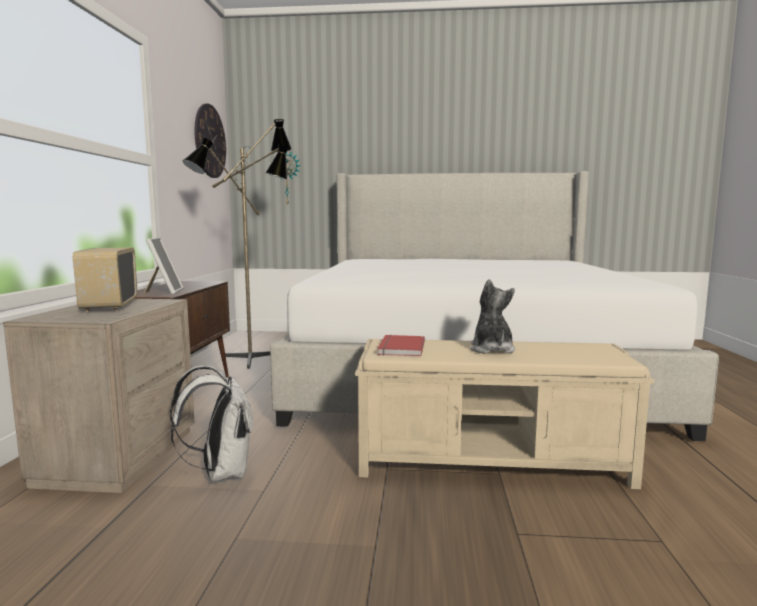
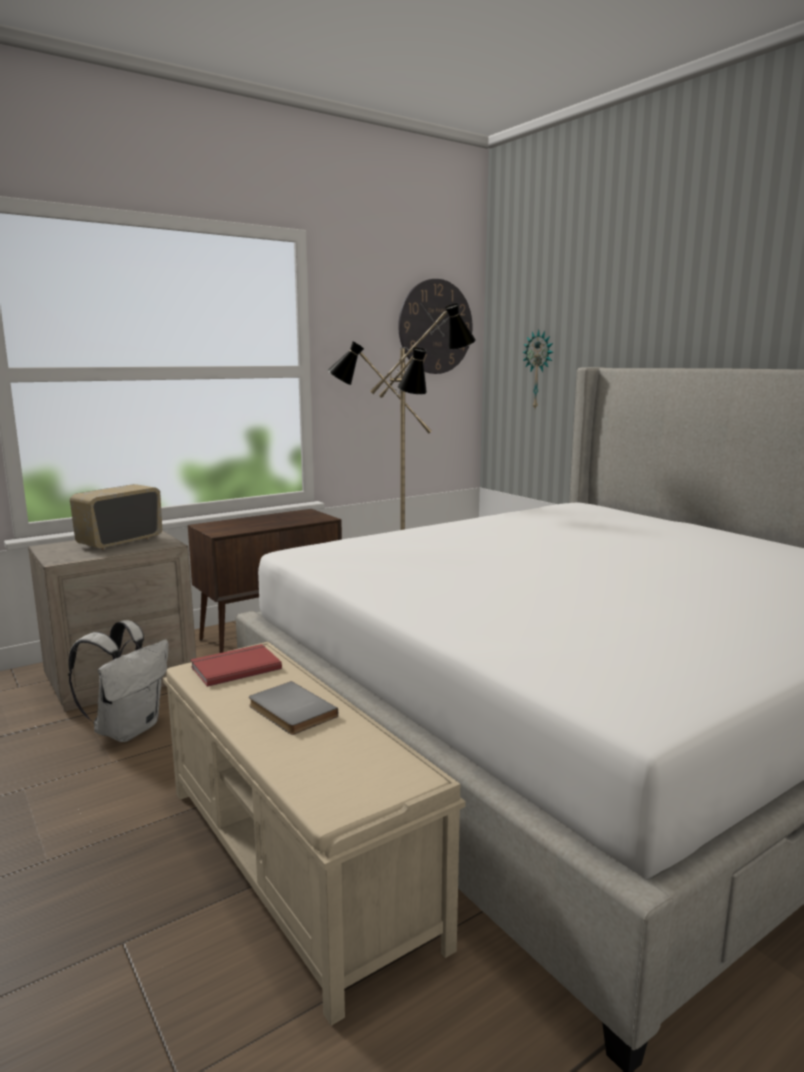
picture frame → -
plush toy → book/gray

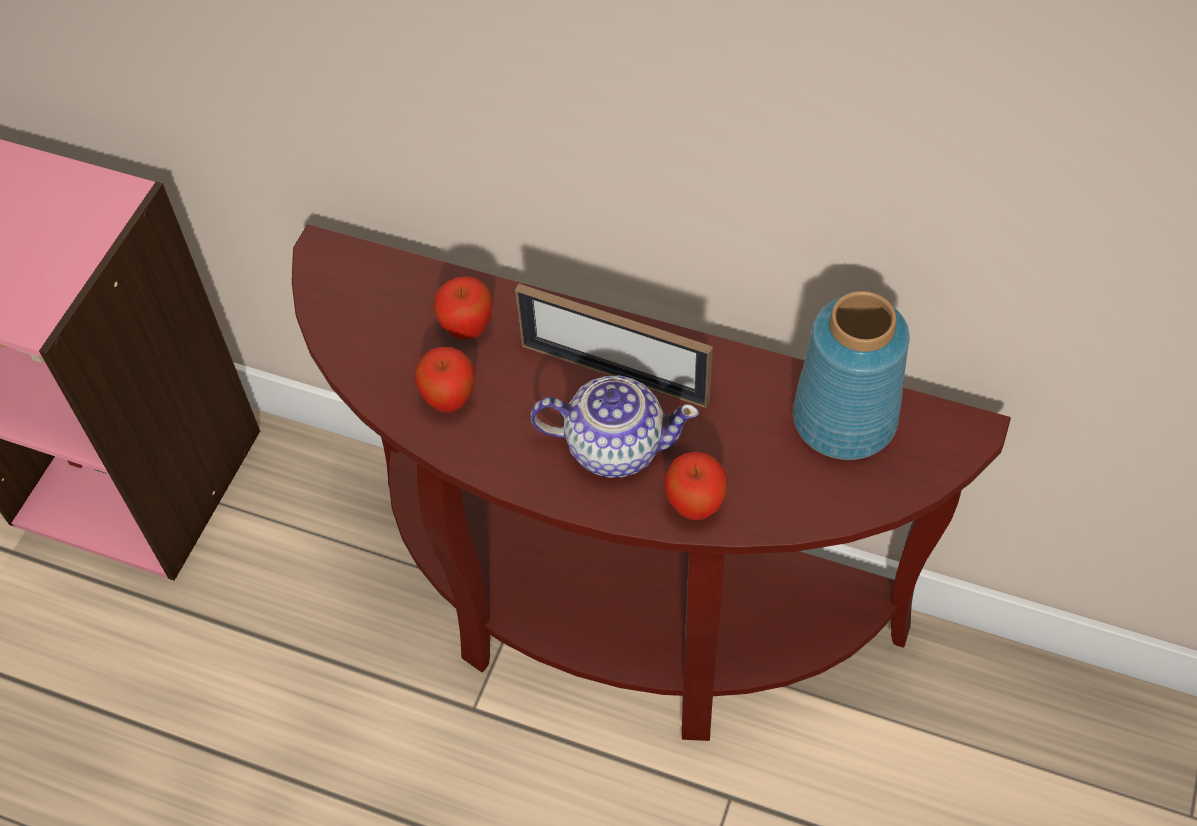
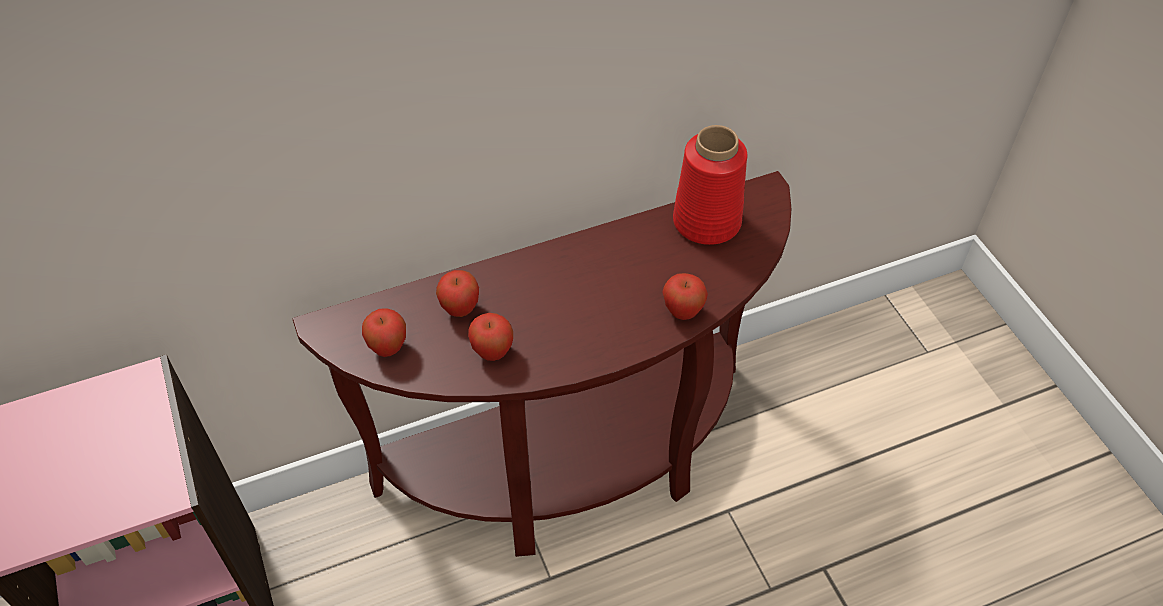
picture frame → -
tea pot → -
- → apple (1st from left)
flower vase/blue-coloured → flower vase/reddish

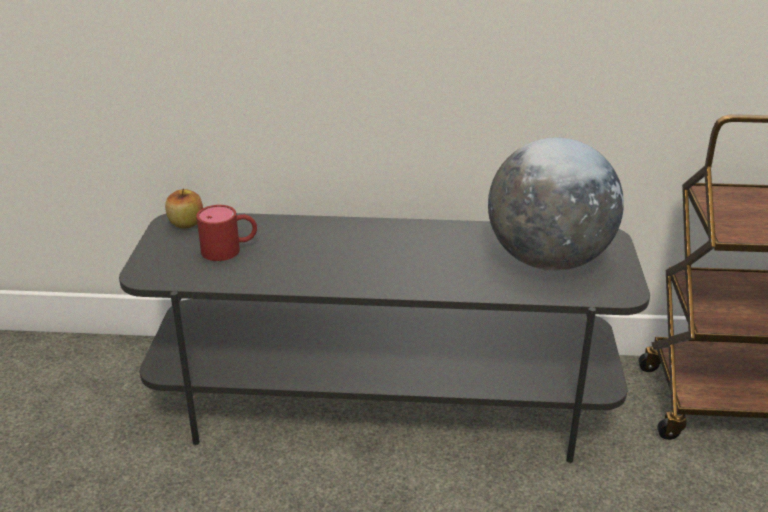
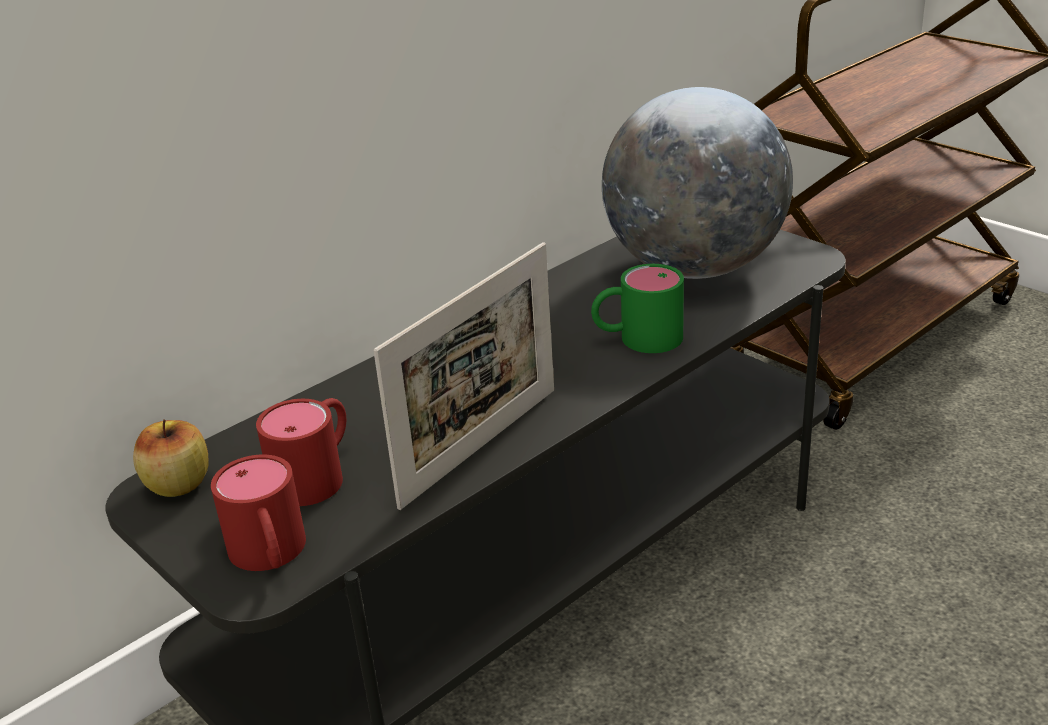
- → tea mug/reddish (1st from left)
- → picture frame
- → tea mug/green

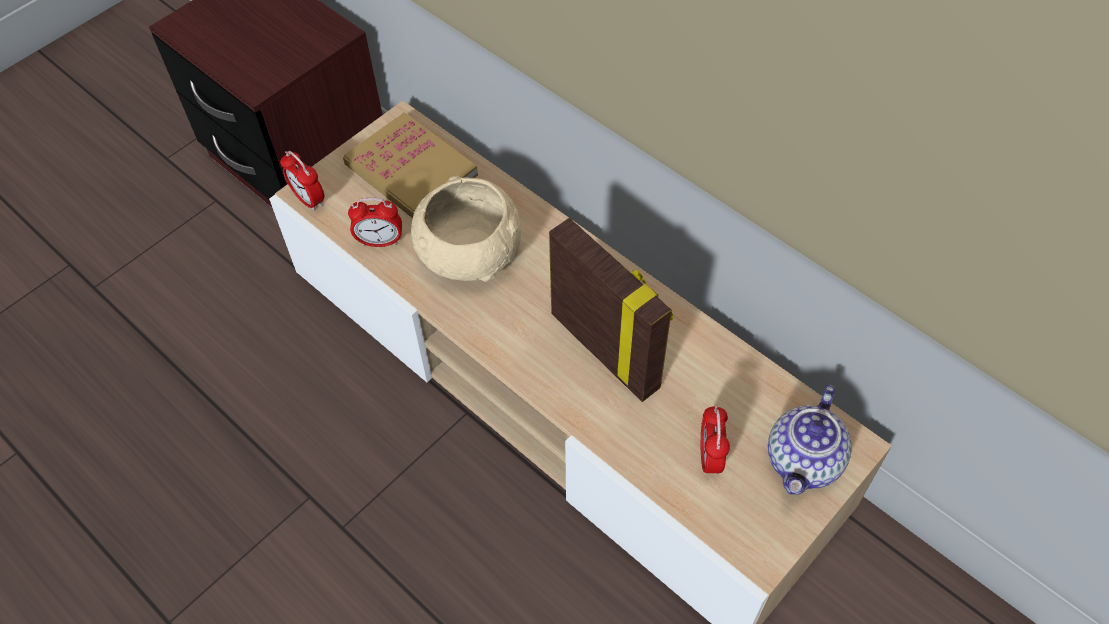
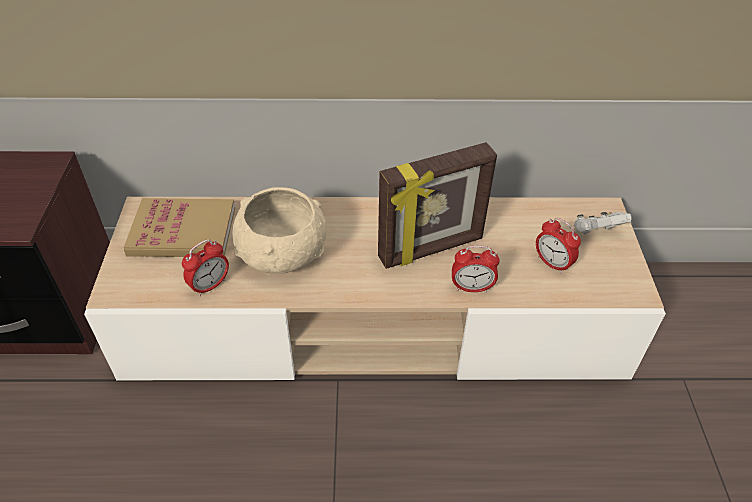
table clock (1st from left in the first image) → table clock (2nd from left), moved
tea pot → gamepad/white-coloured
picture frame, 150 degrees clockwise

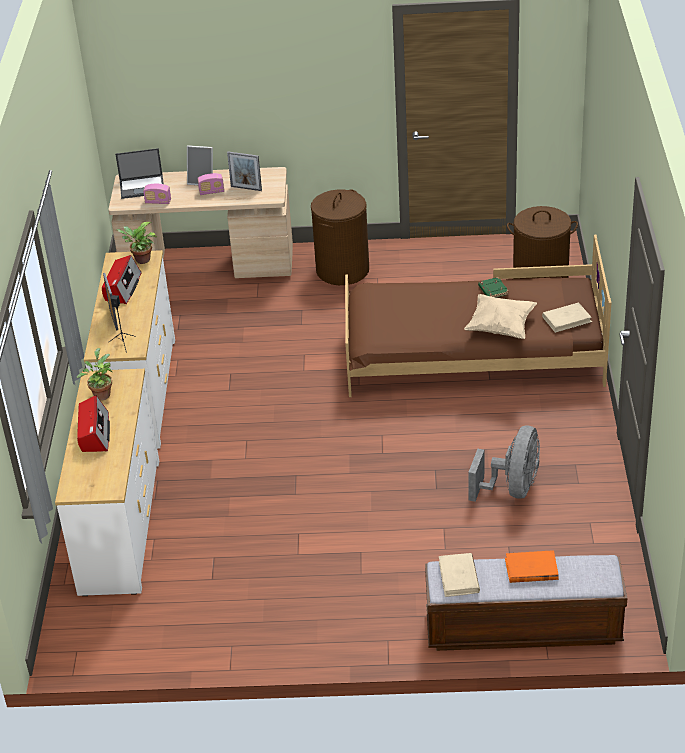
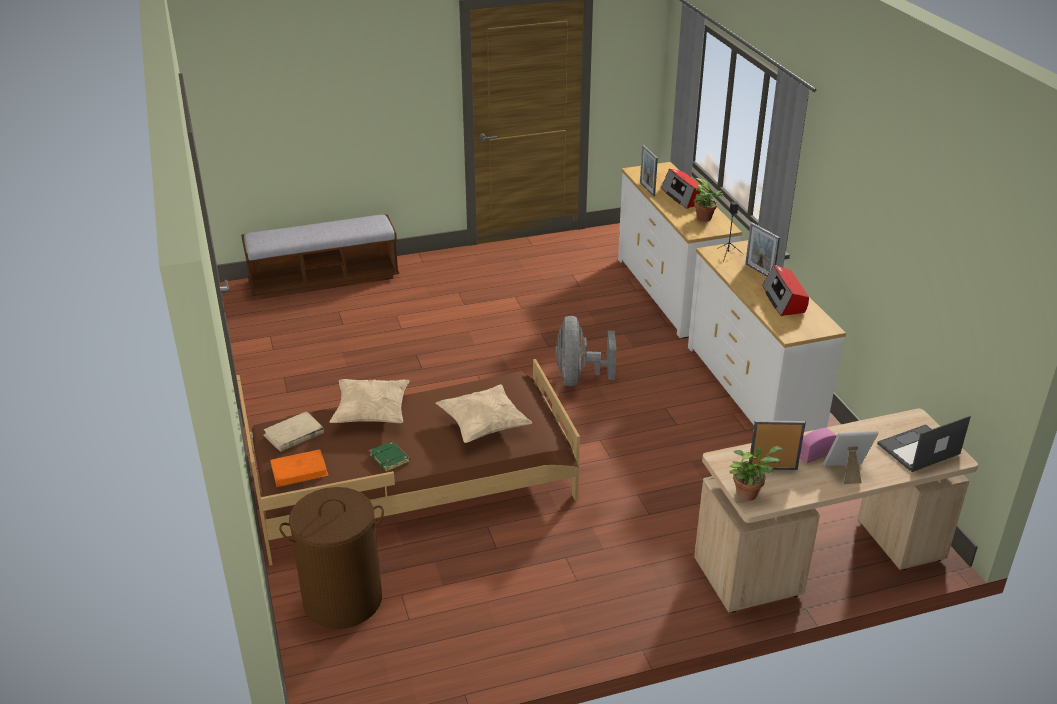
radio (3rd from left) → -
hamper/brown (1st from left) → -
book/beige-coloured (1st from left) → -
- → throw pillow/beige-coloured (2nd from left)
- → picture frame (1st from left)
plant in a pot (2nd from left), moved
fan/gray, moved
book/orange, moved

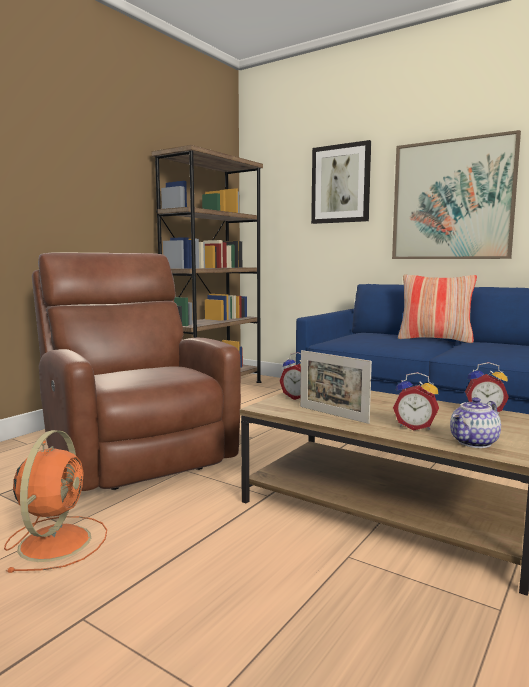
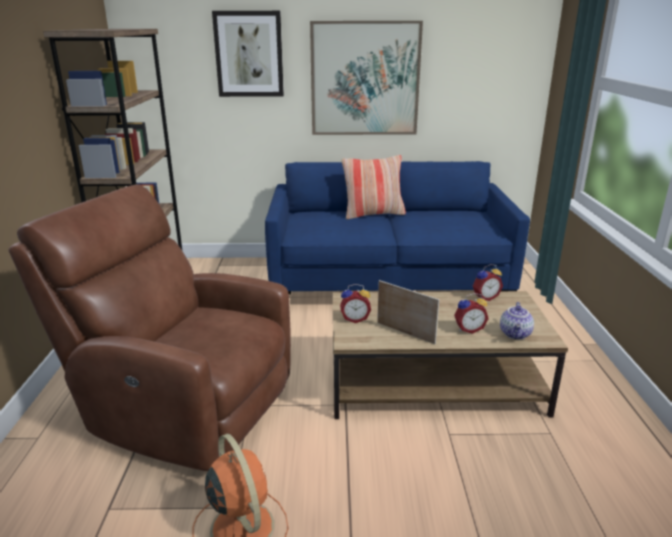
picture frame, 150 degrees counterclockwise

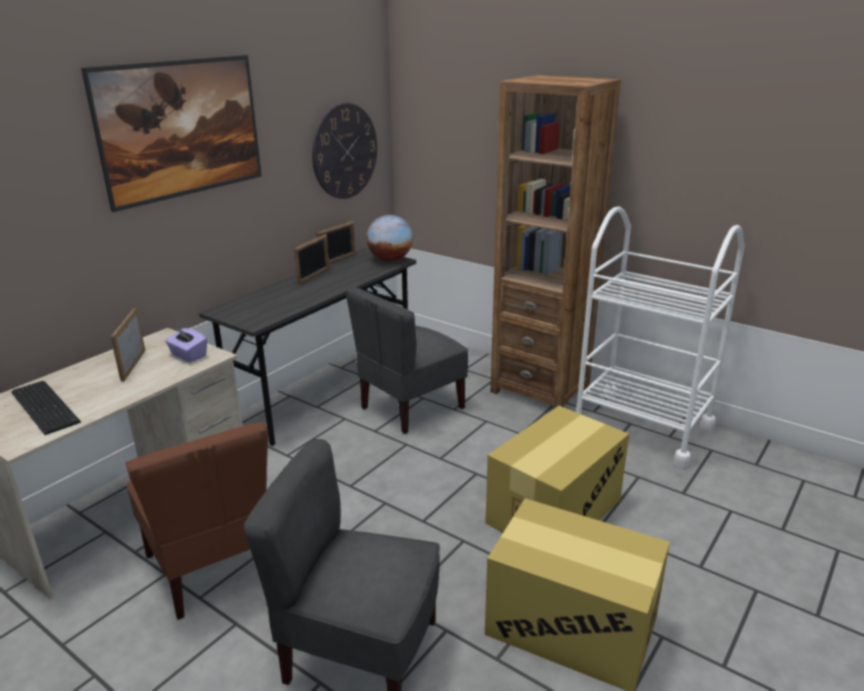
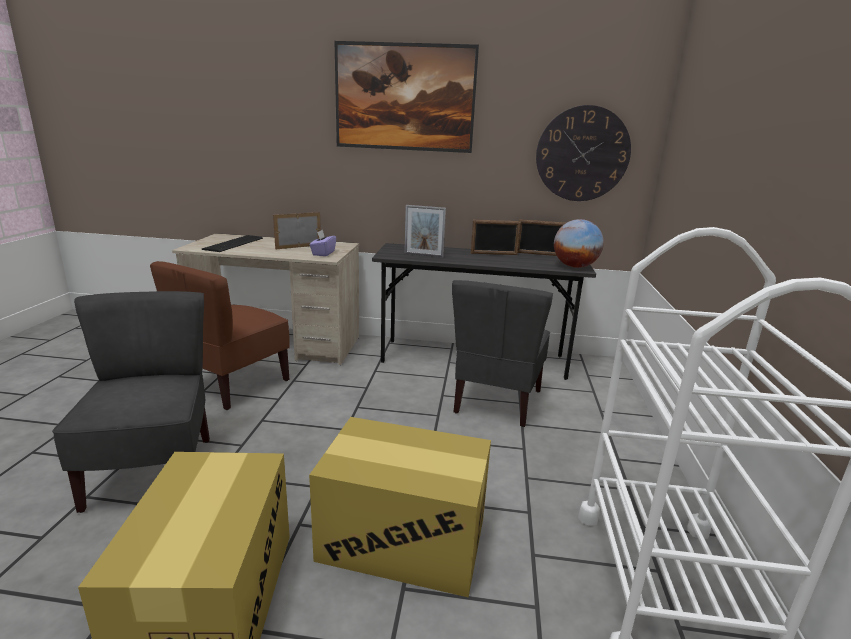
bookcase/brown → -
- → picture frame (2nd from left)
plain chair/gray (2nd from left), 90 degrees counterclockwise

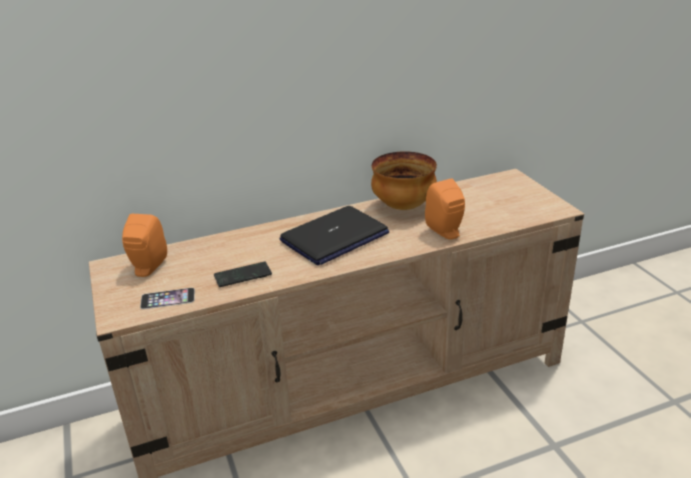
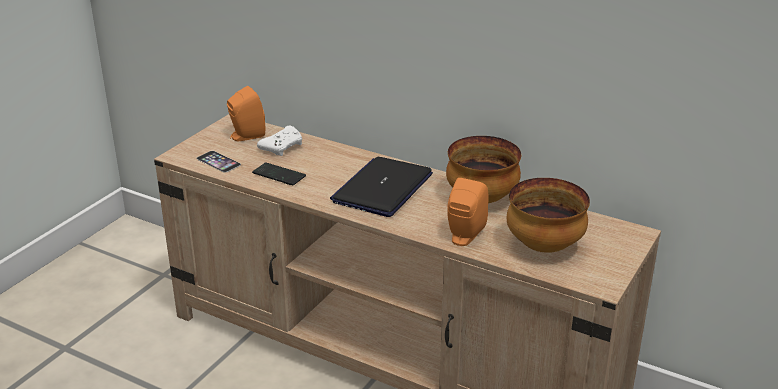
- → gamepad/white-coloured
- → serving bowl (2nd from left)
notebook computer, 105 degrees clockwise

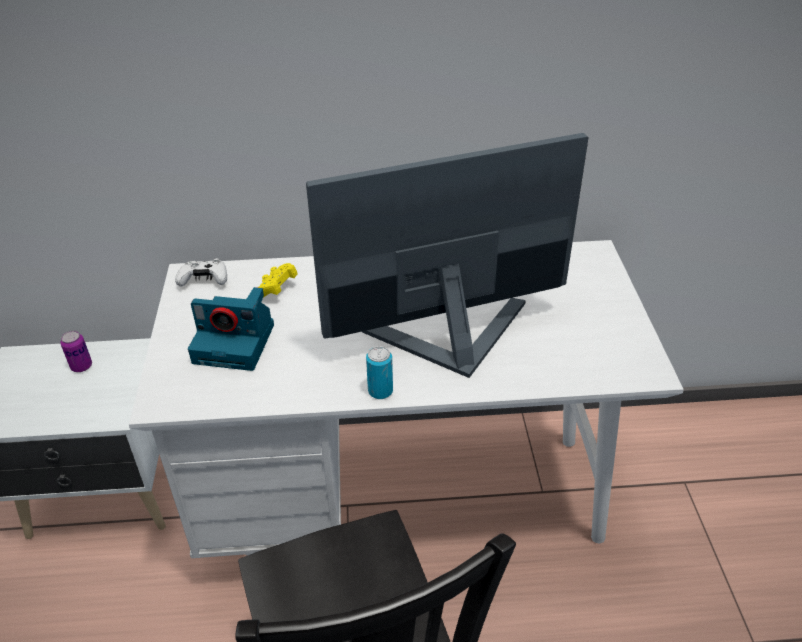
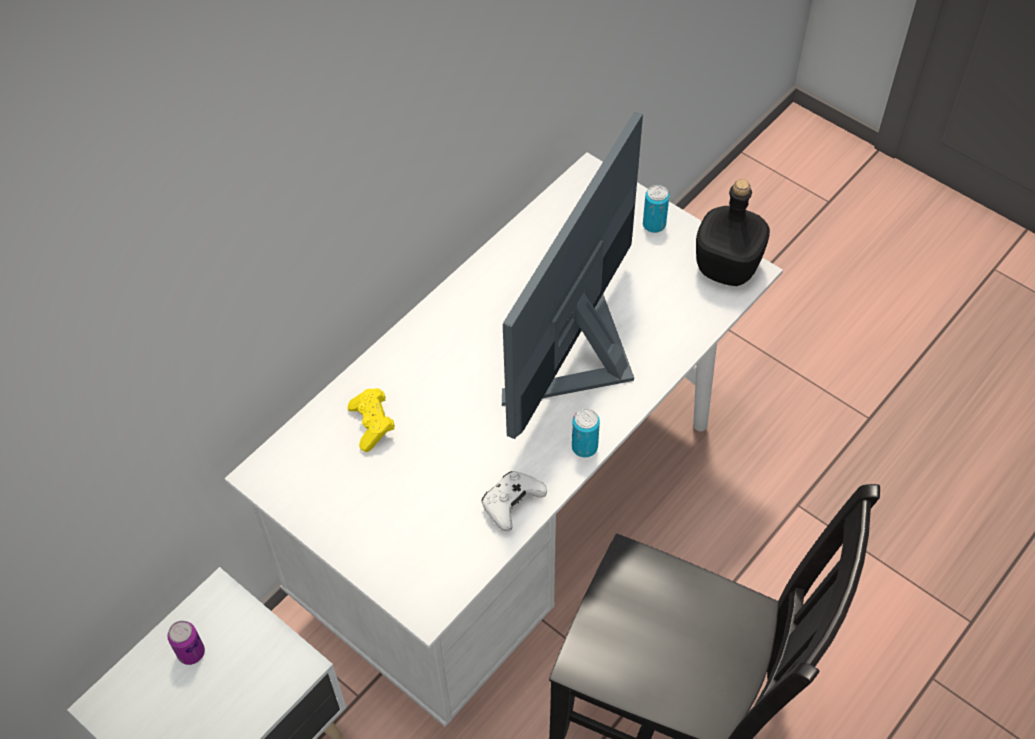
still camera → -
- → metal can (3rd from left)
- → beverage bottle/black
gamepad/white-coloured, moved

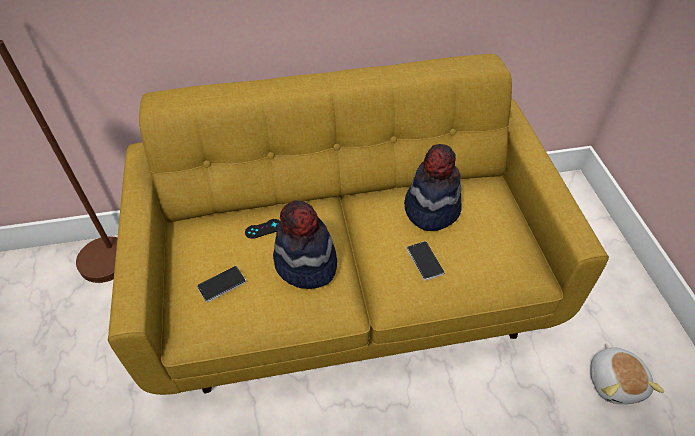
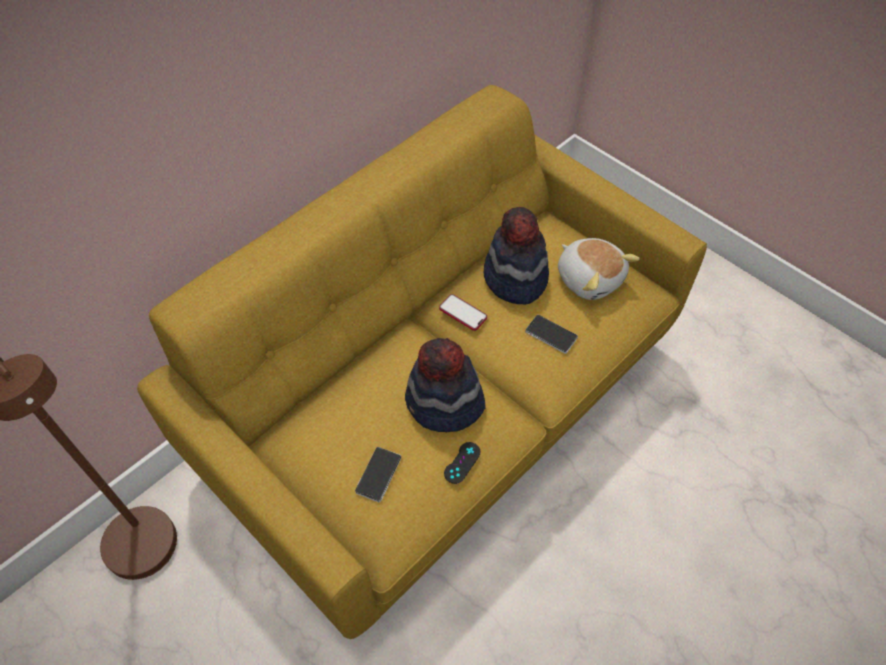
- → handset (2nd from left)
gamepad/black, moved
plush toy, moved

